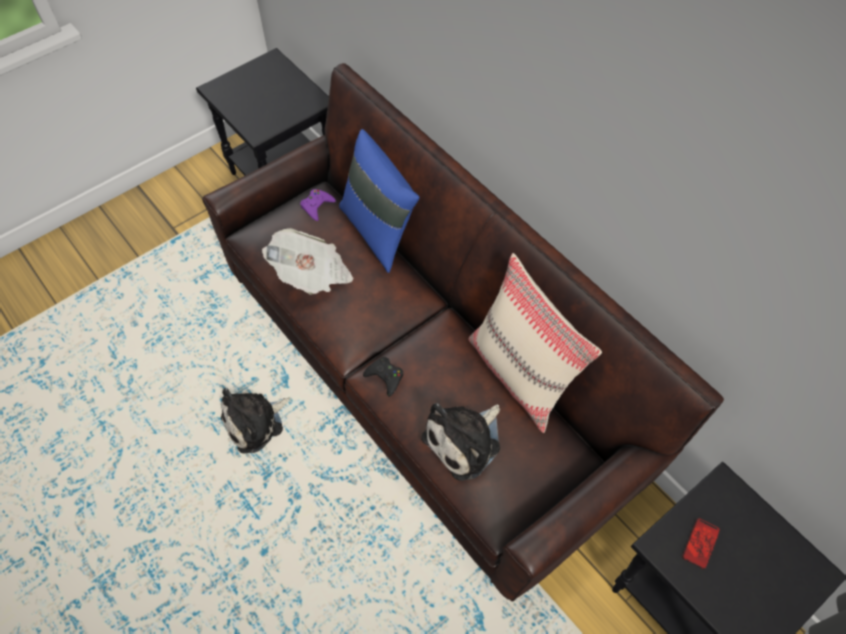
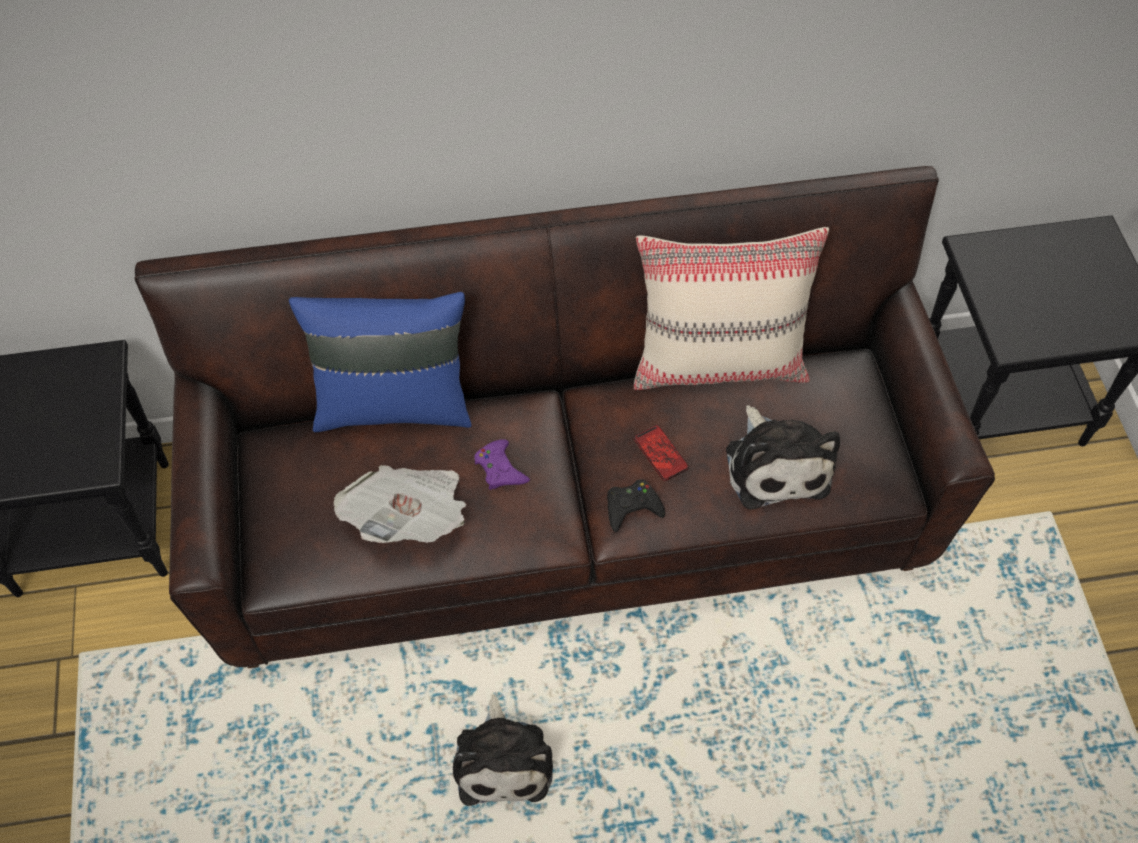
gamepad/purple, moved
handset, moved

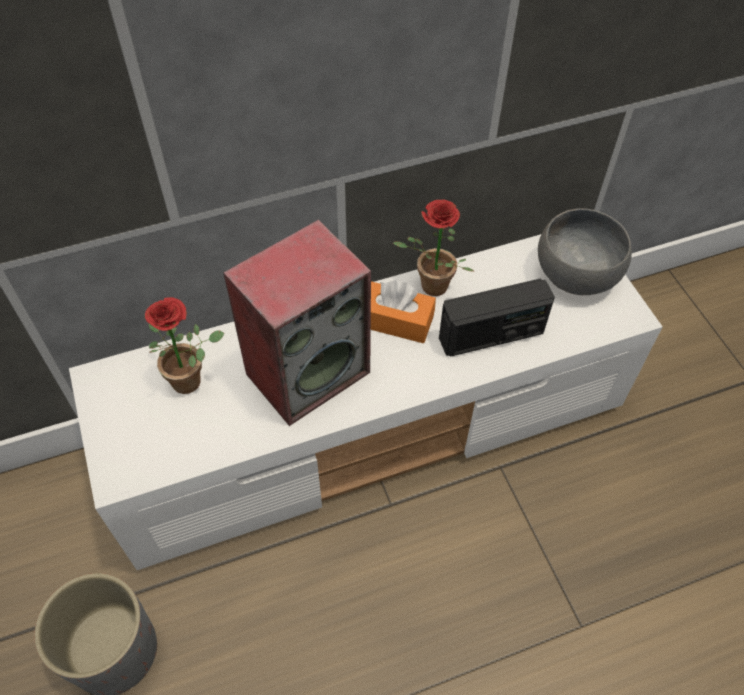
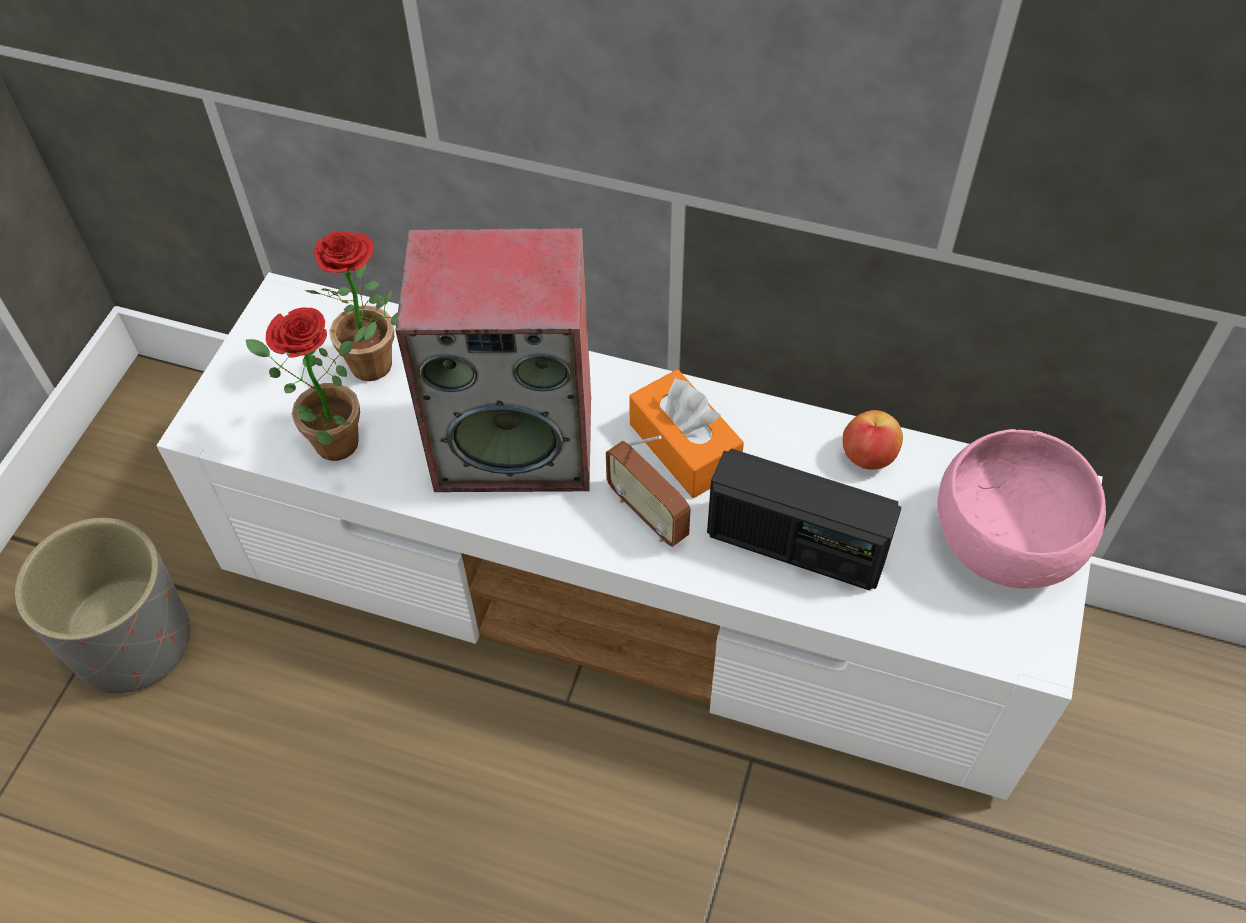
- → radio (1st from left)
- → apple
plant in a pot (2nd from left in the first image) → plant in a pot (1st from left), moved
serving bowl/gray → serving bowl/pinkish

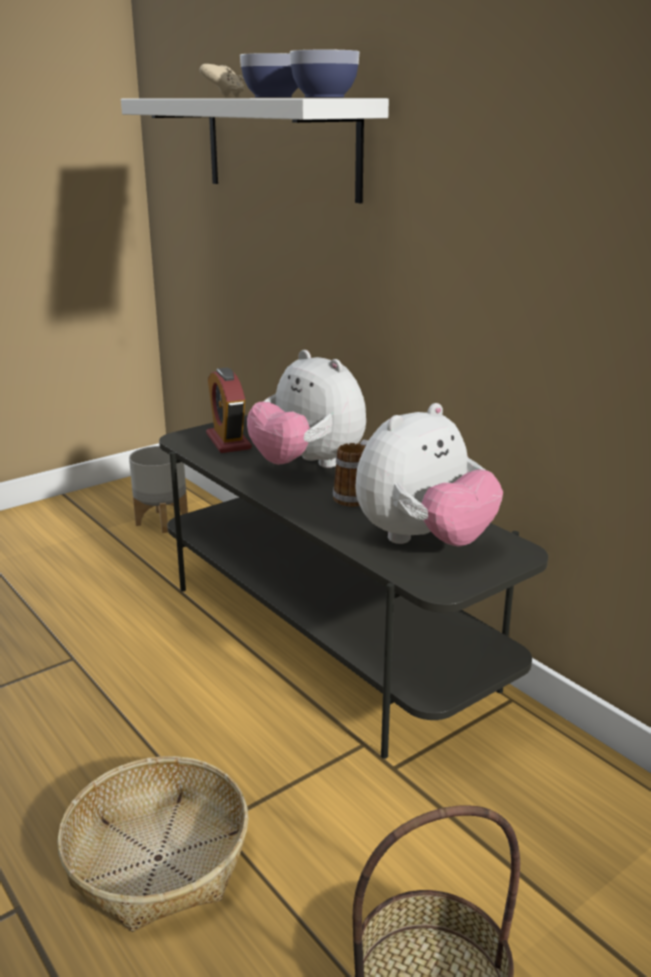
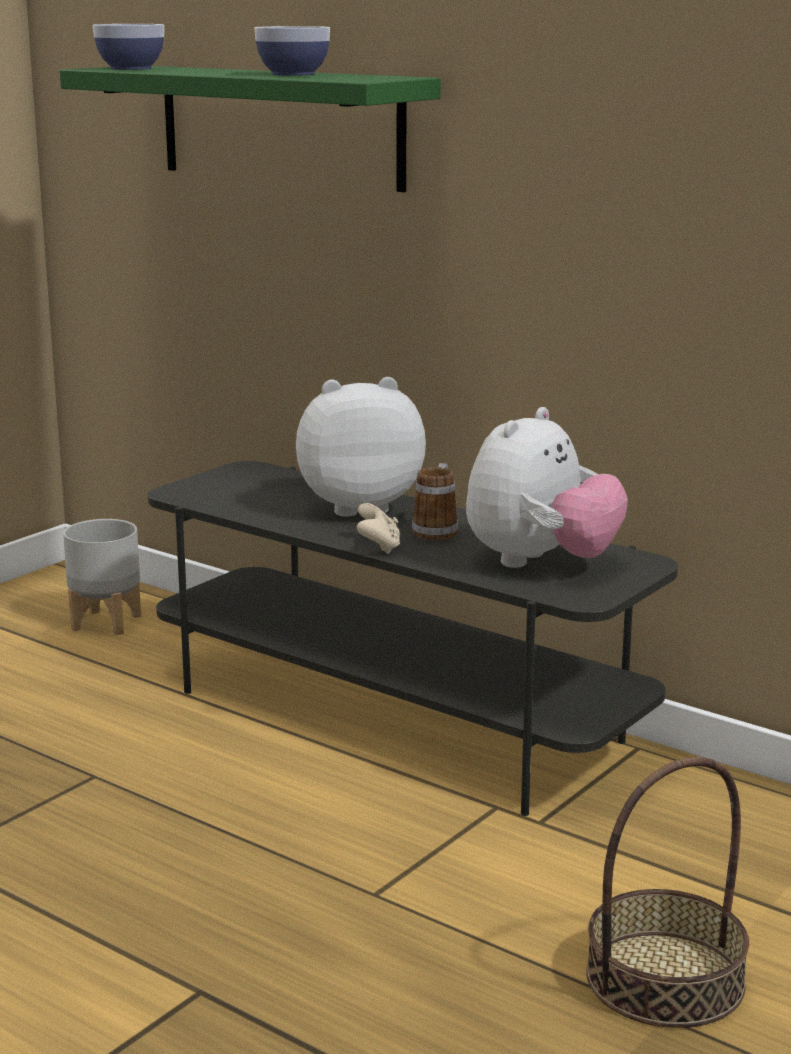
household basket (1st from left) → -
table clock → -
gamepad/beige-coloured, moved
serving bowl (2nd from left in the first image) → serving bowl (1st from left), moved
shelf/white-coloured → shelf/green
plush toy (1st from left), 135 degrees clockwise

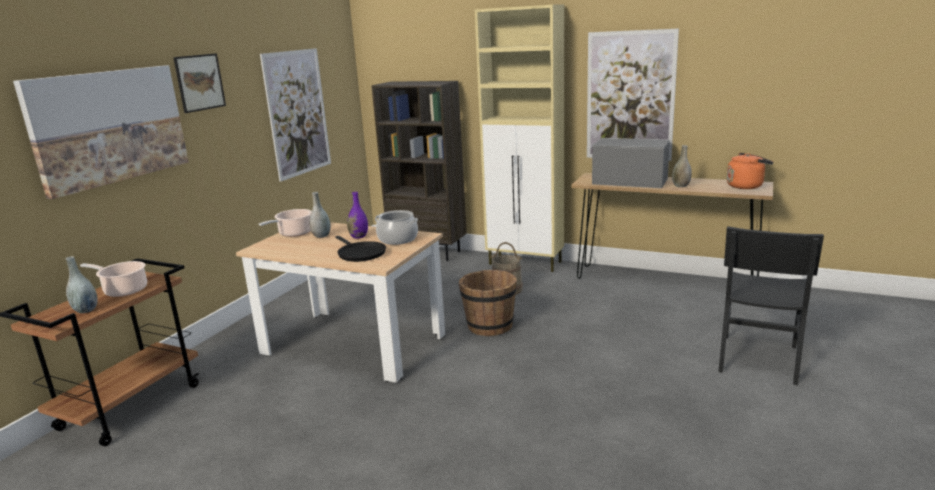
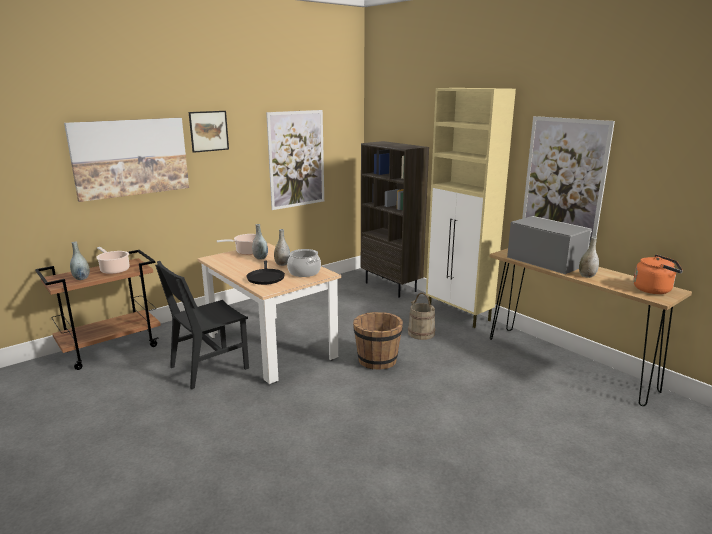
plain chair/black, moved
flower vase/purple → flower vase/gray (3rd from left)

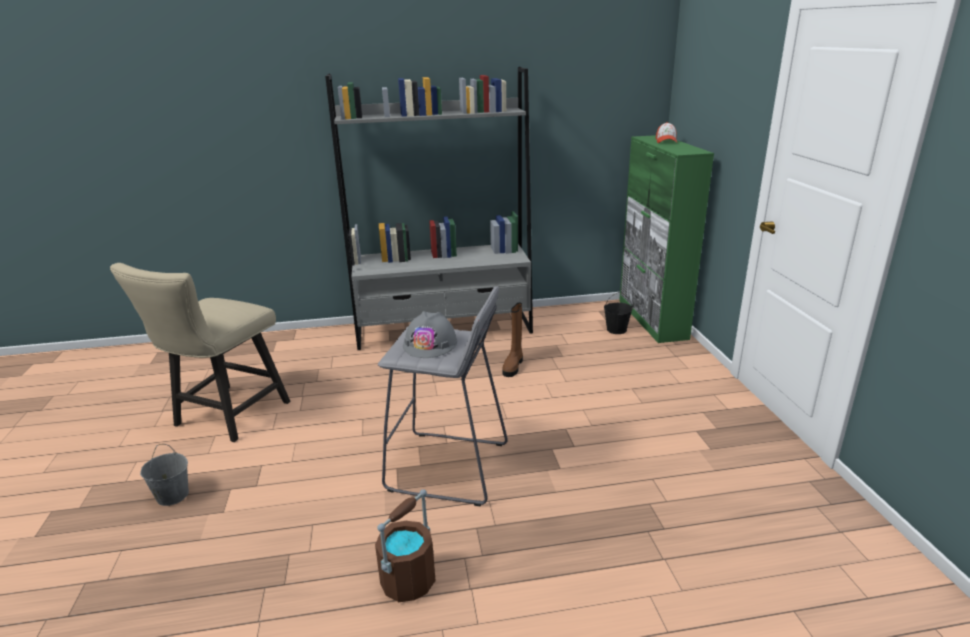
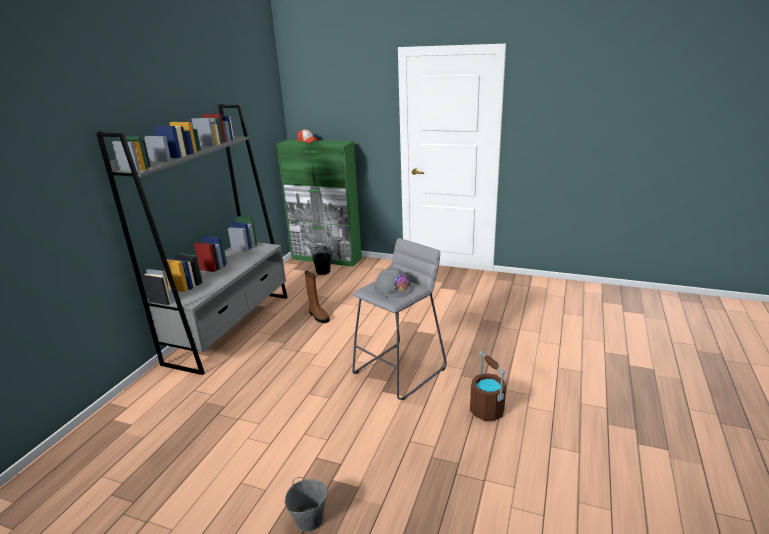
plain chair/beige-coloured → -

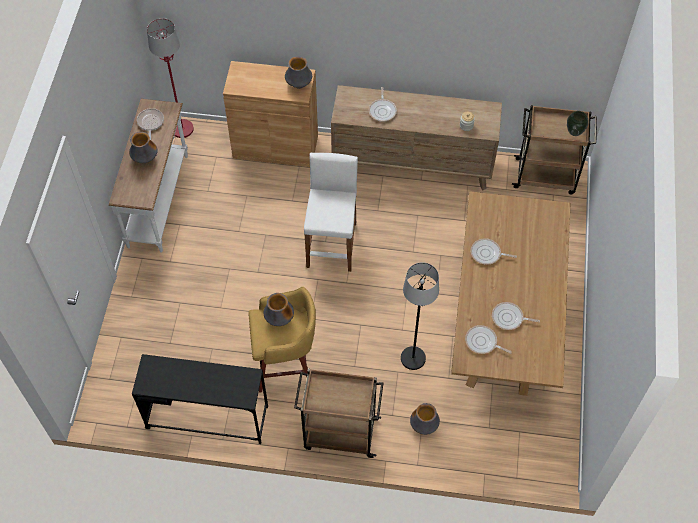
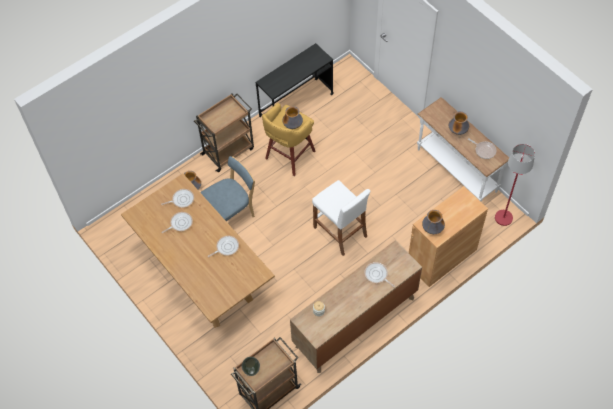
floor lamp/black → plain chair/blue-coloured

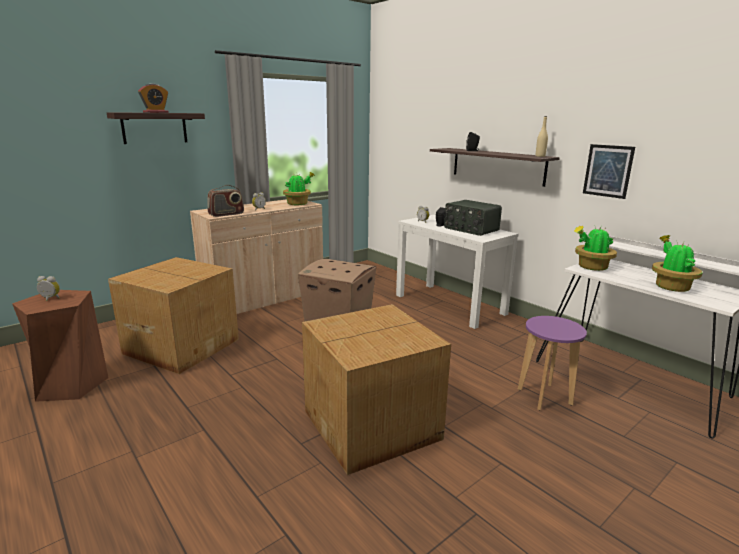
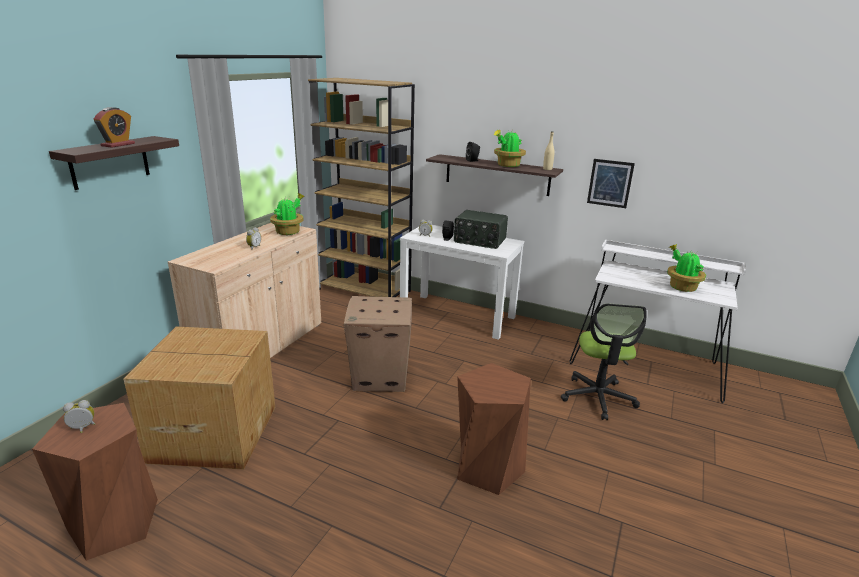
radio (1st from left) → -
- → bookcase/brown
plant in a pot (2nd from left), moved
cardboard box (3rd from left) → stool seat/brown (2nd from left)
stool seat/purple → office chair

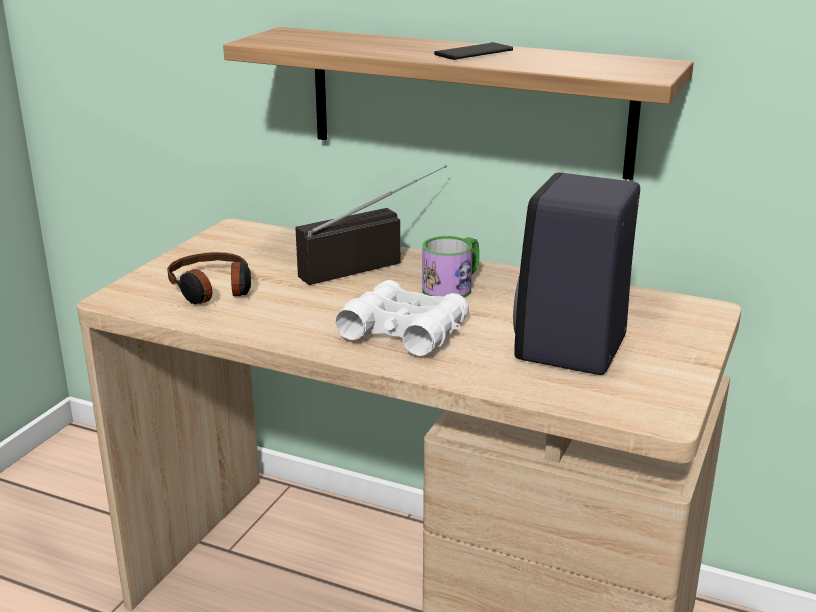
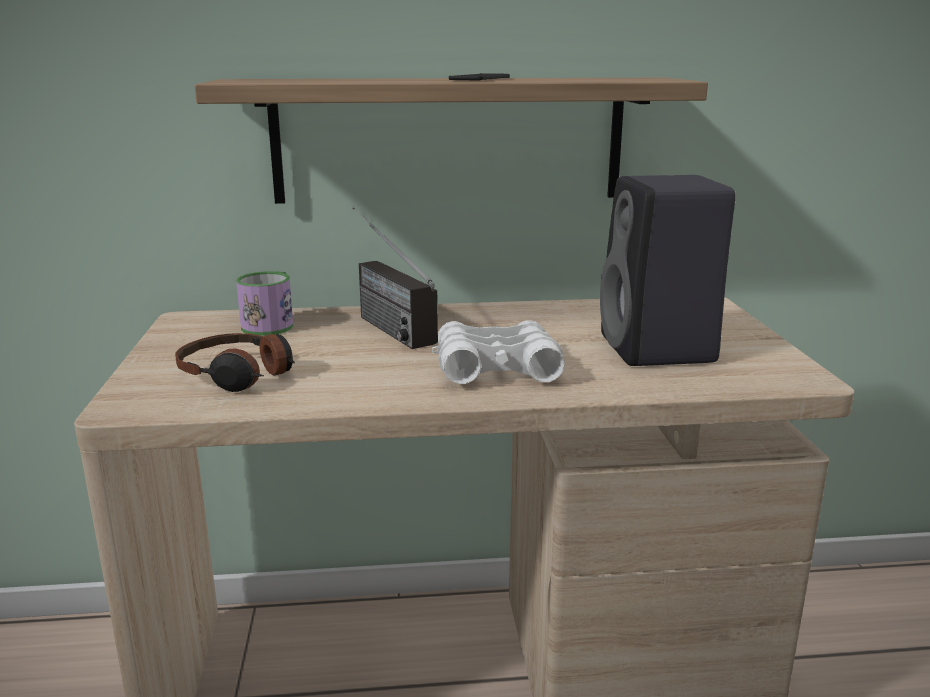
tea mug, moved
radio, 60 degrees counterclockwise

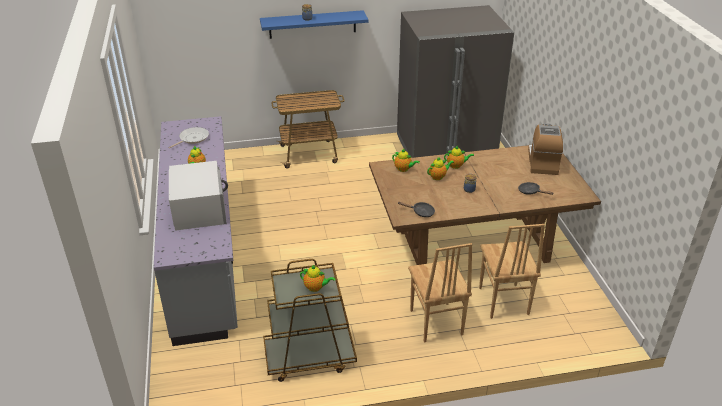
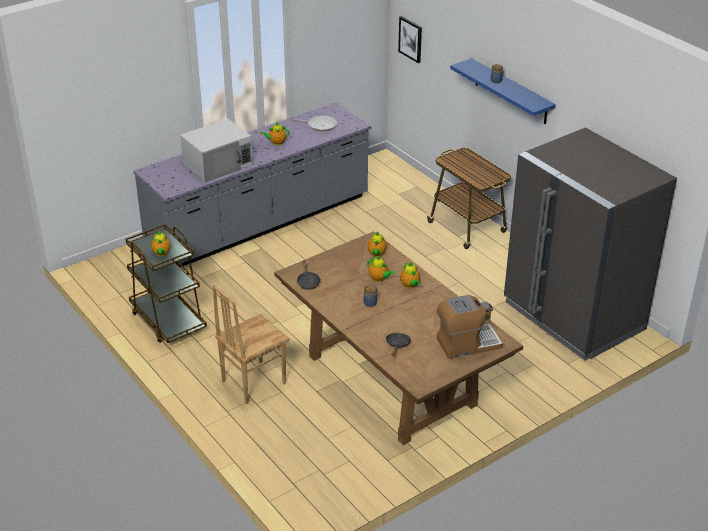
plain chair/brown (2nd from left) → -
- → wall art

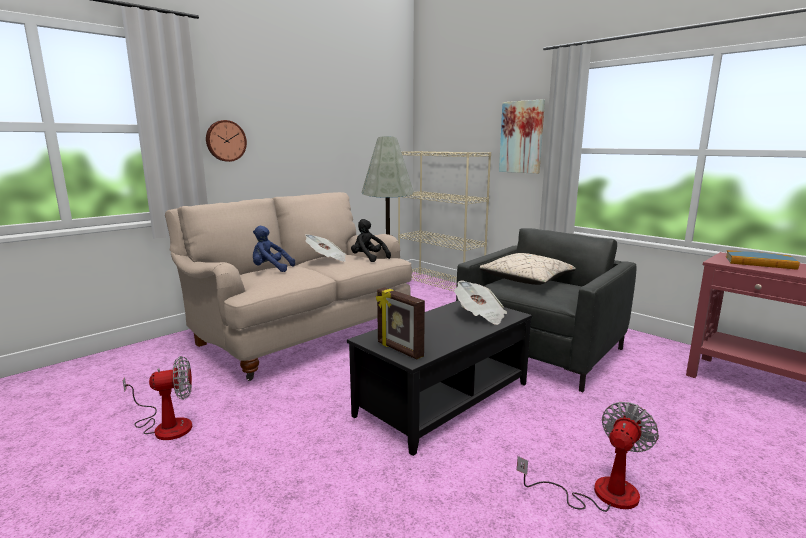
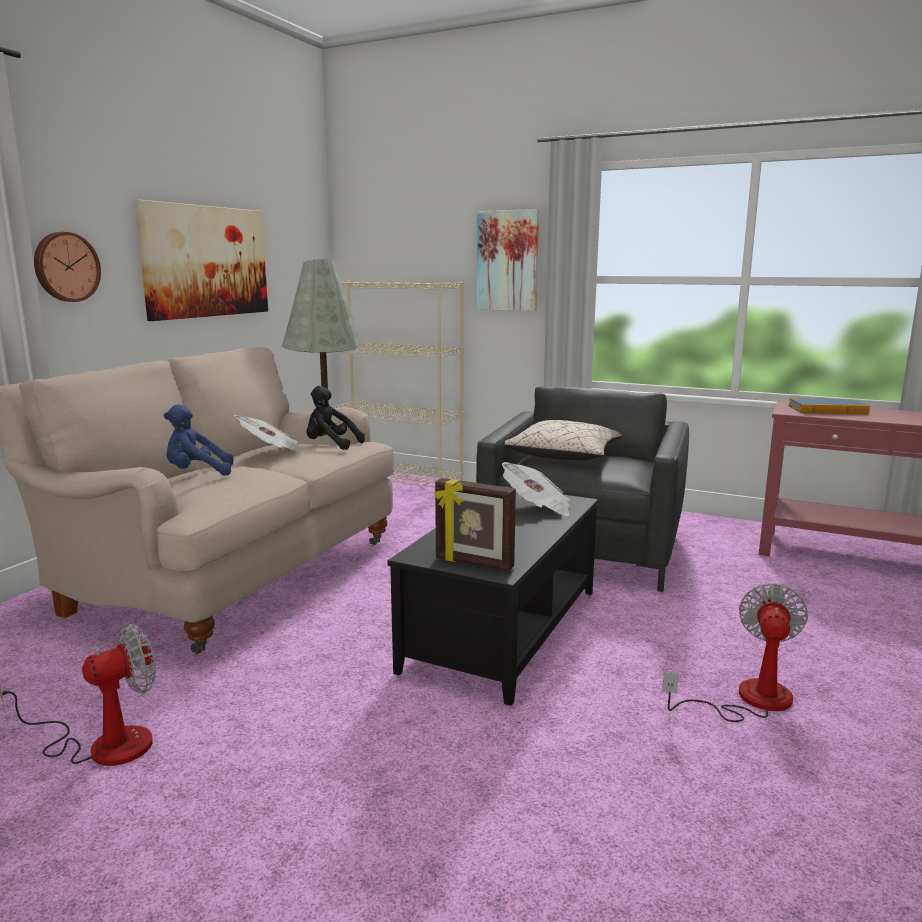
- → wall art (1st from left)

